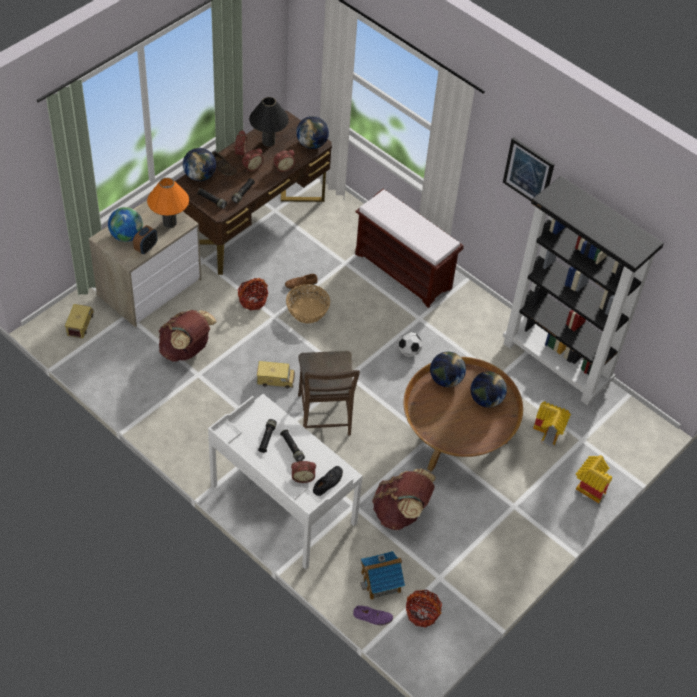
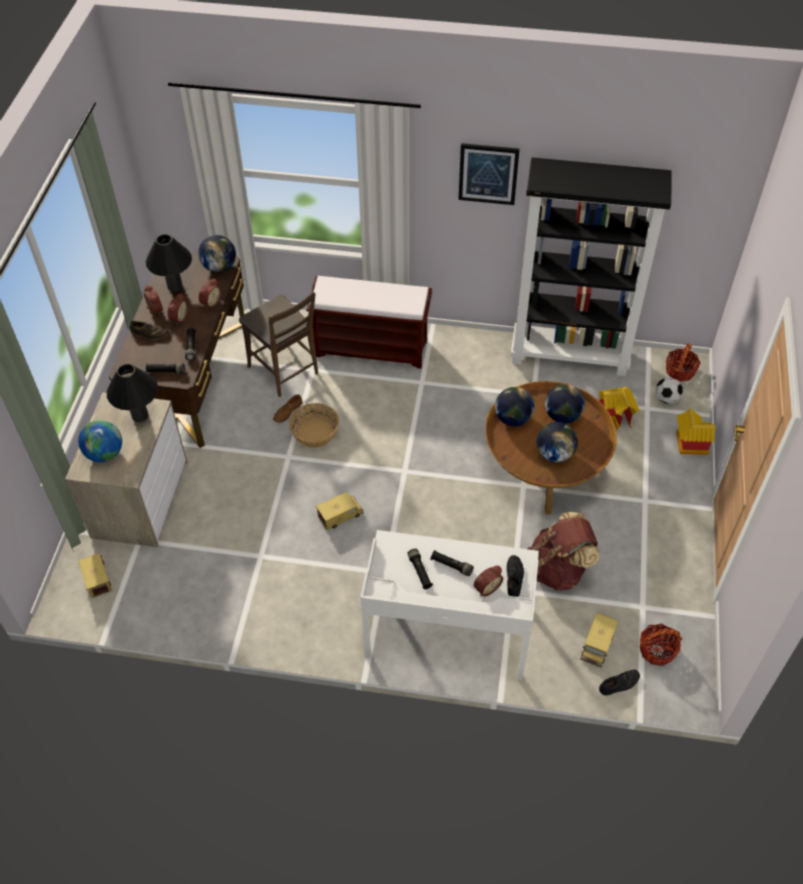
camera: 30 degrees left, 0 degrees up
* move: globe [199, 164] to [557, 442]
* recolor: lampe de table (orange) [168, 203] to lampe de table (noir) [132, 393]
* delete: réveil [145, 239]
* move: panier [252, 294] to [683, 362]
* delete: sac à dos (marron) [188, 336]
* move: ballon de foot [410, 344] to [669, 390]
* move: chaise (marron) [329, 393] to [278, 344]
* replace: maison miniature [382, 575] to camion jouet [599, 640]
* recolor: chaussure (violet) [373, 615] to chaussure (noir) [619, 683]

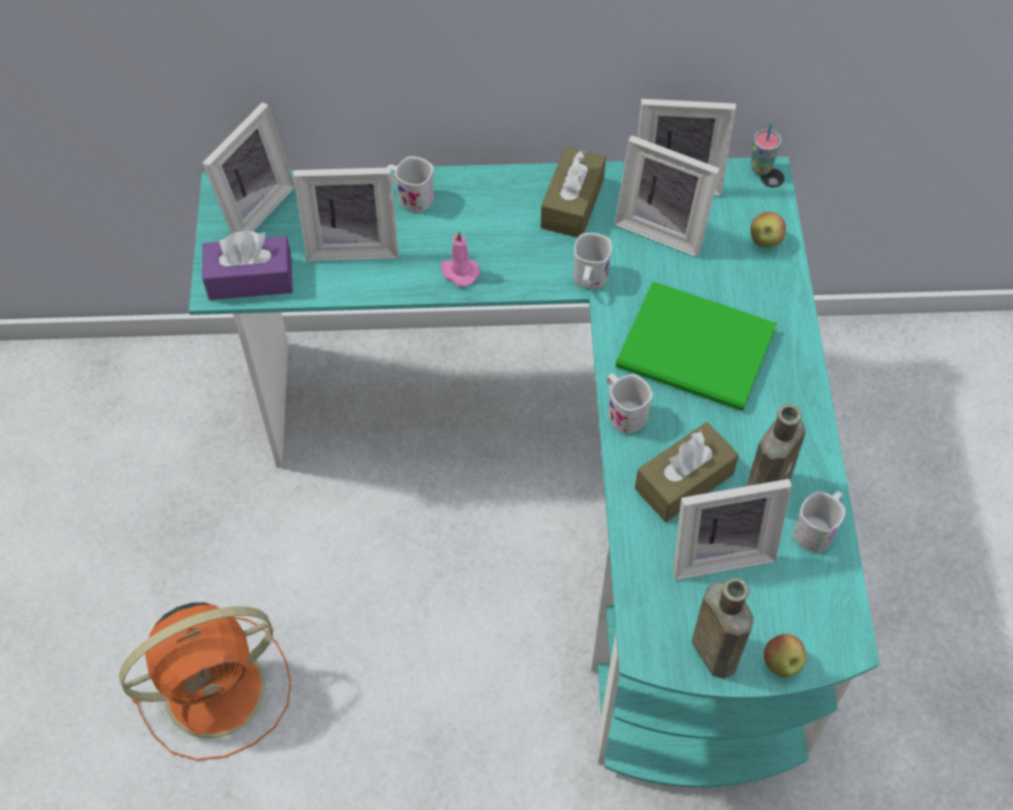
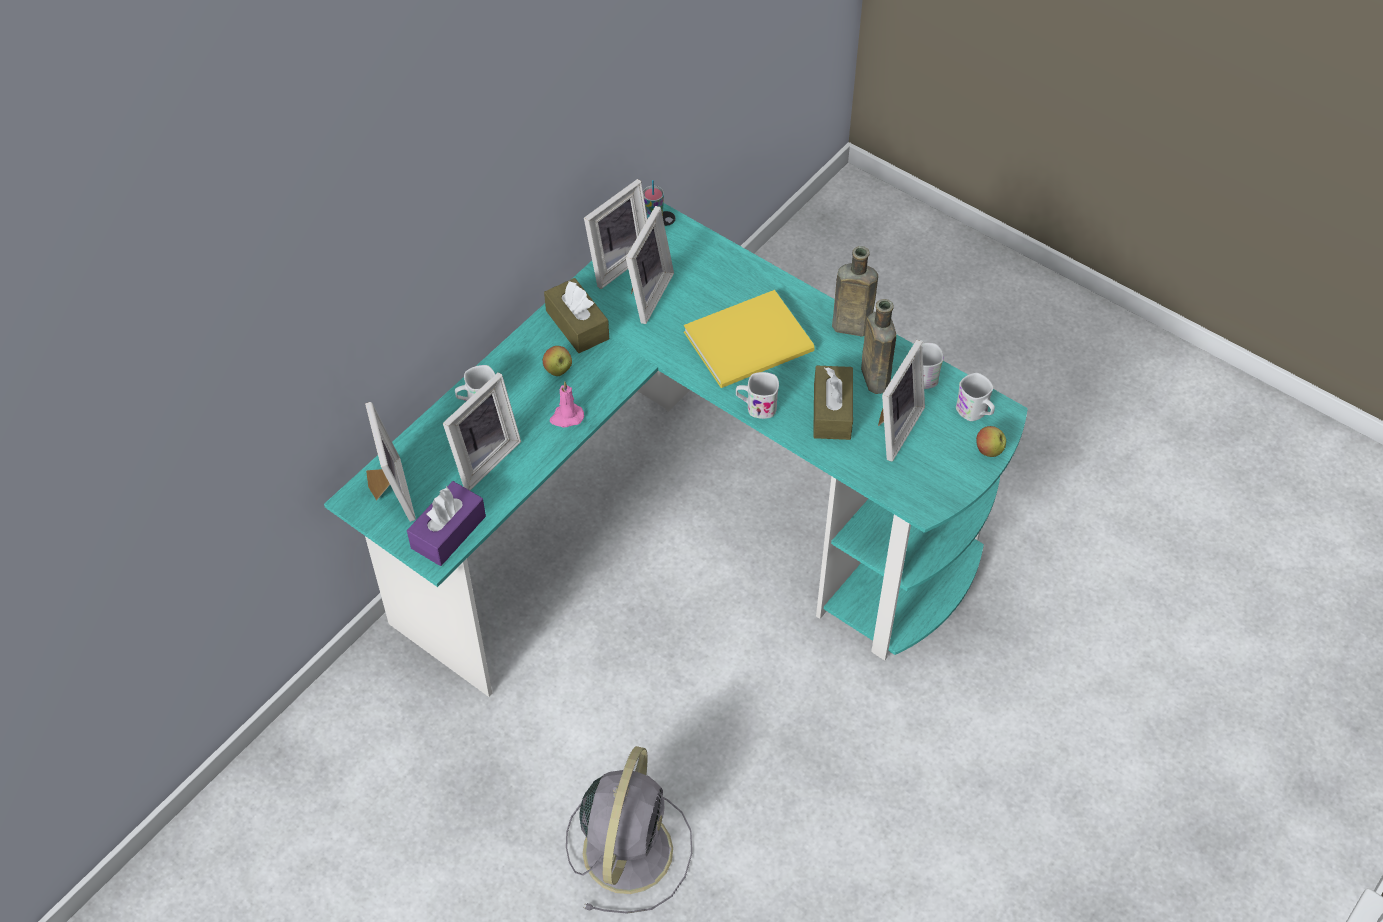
camera: 50 degrees left, 5 degrees down
* rotate: cadre photo [667, 196] = [650, 265] 45 degrees counterclockwise
* move: pomme [768, 229] to [557, 361]
* move: mug (blanc) [592, 261] to [975, 397]
* recolor: livre (vert) [696, 346] to livre (jaune) [749, 339]
* move: bouteille (marron) [723, 628] to [855, 291]
* recolor: ventilateur (orange) [205, 681] to ventilateur (gris) [629, 830]

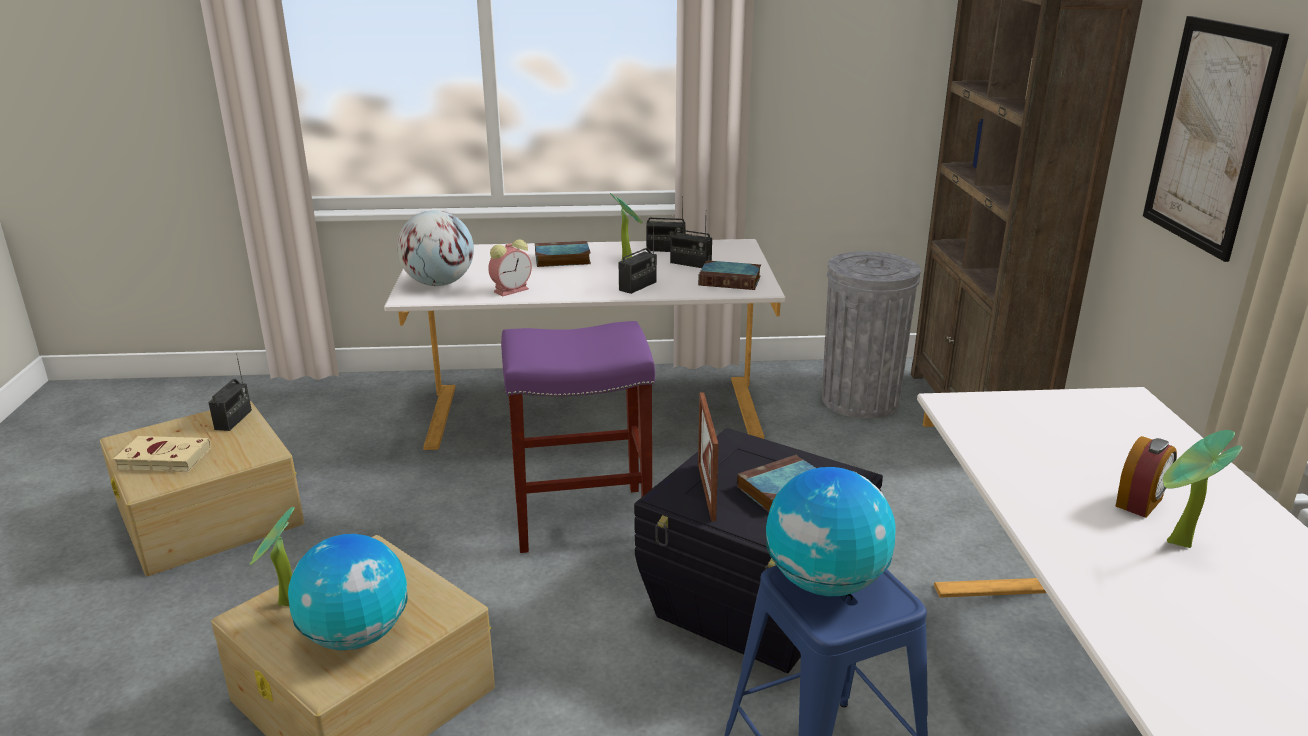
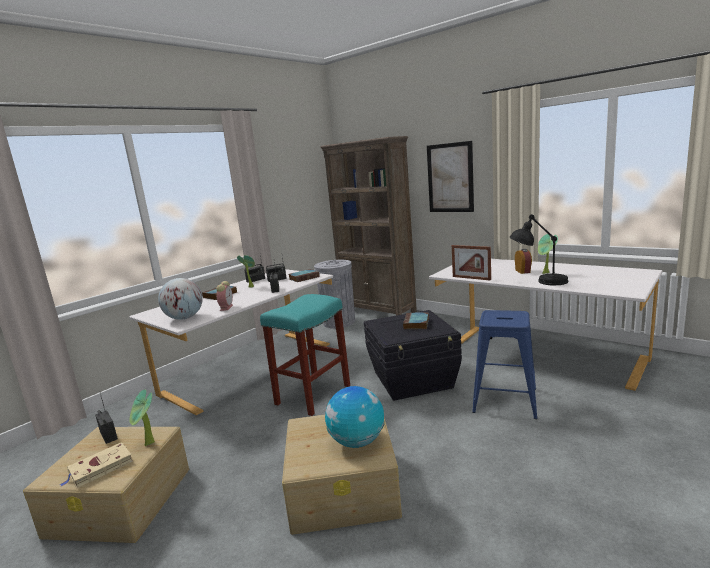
camera: 45 degrees left, 10 degrees down
* recolor: tabouret (violet) [578, 437] to tabouret (turquoise) [305, 355]
* move: cadre photo [708, 456] to [471, 263]
* delete: globe [831, 532]
* move: plante en pot [272, 556] to [142, 418]
* insert: lampe de table (noir) [539, 249]

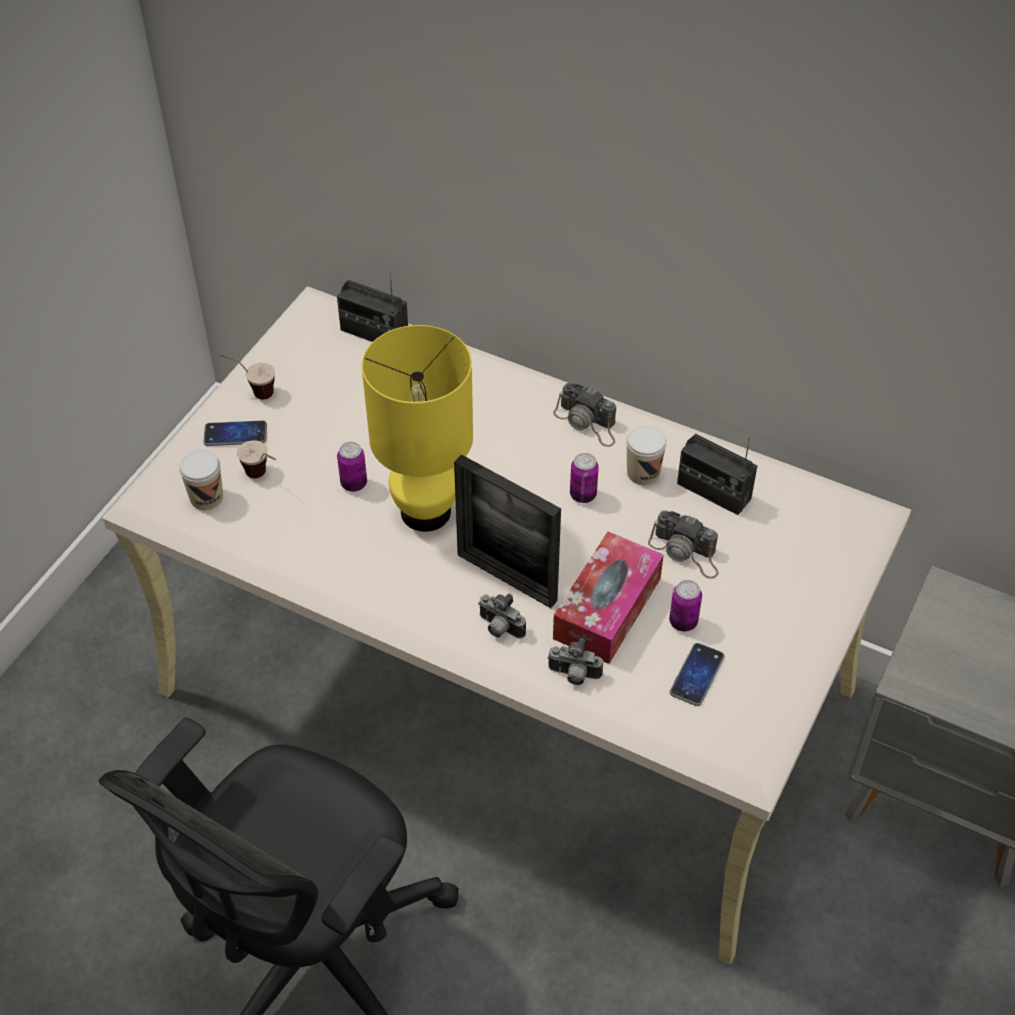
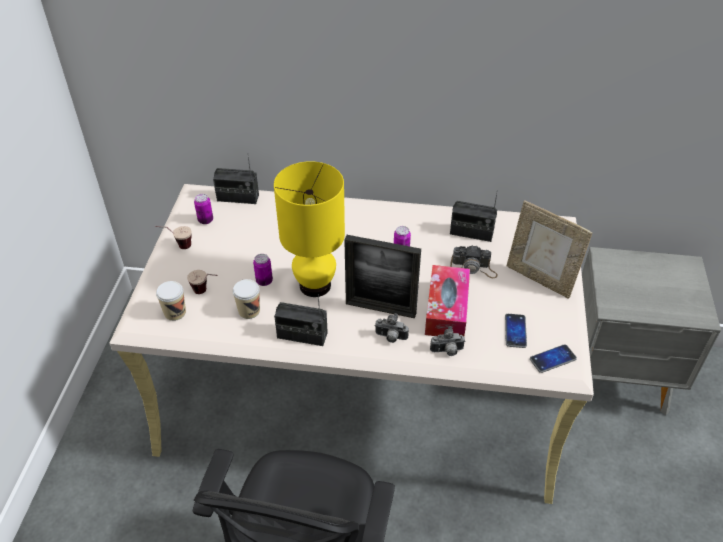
camera: 20 degrees left, 5 degrees down
* delete: appareil photo [584, 415]
* move: téléphone [235, 433] to [553, 358]
* move: tasse [646, 455] to [246, 299]
* move: boîte métallique [685, 606] to [203, 209]
* insert: cadre photo [549, 250]
* insert: radio [301, 320]

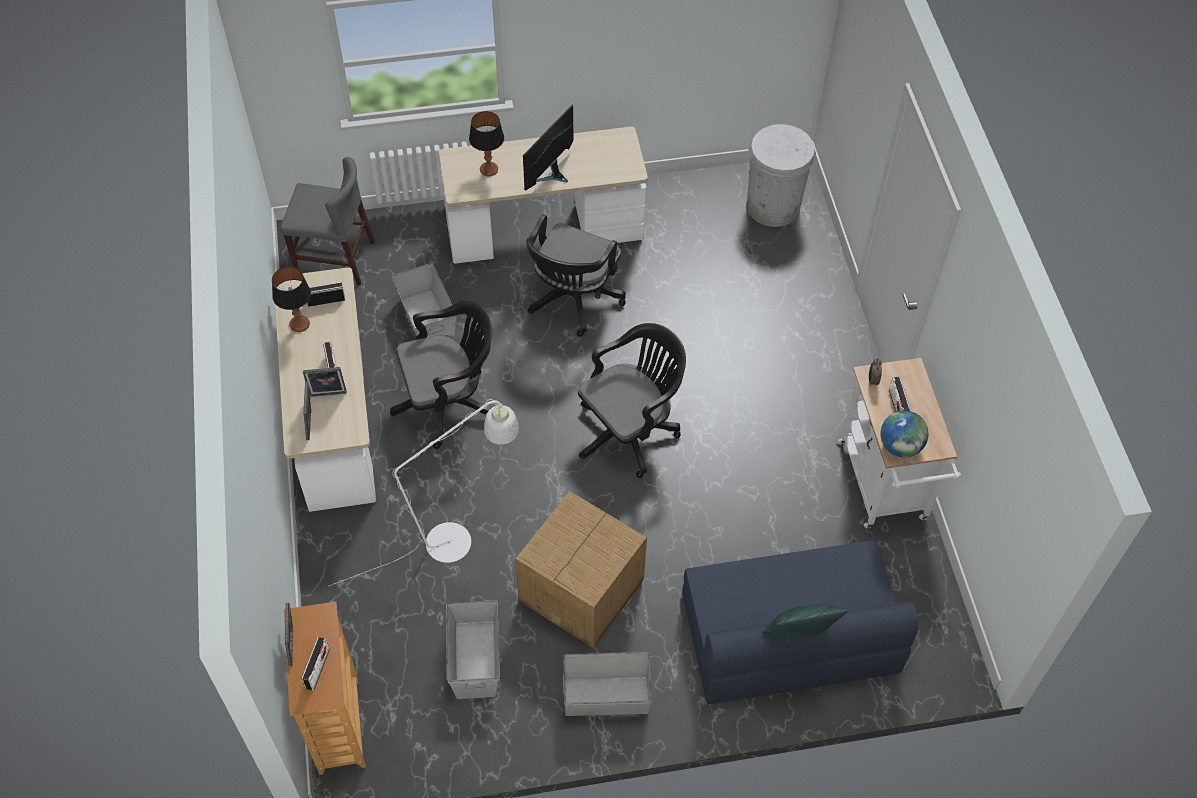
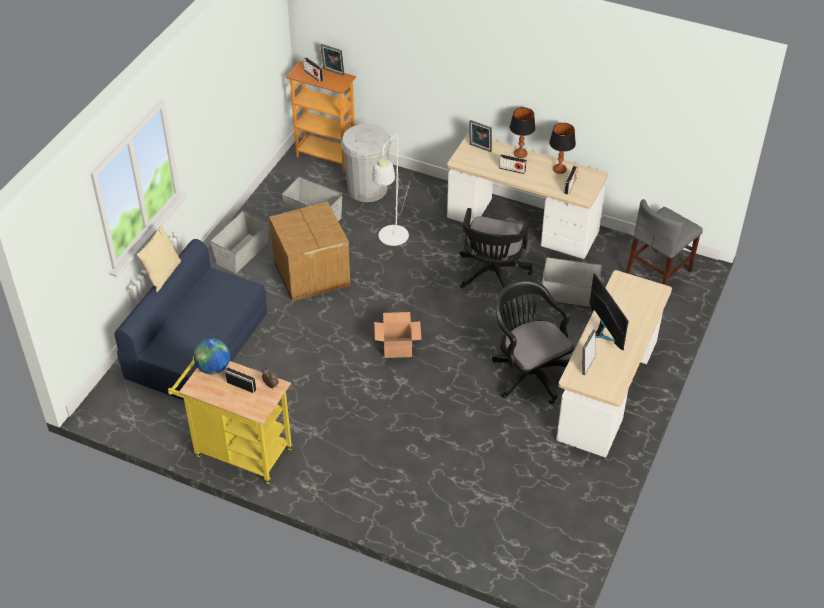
camera: 125 degrees right, 10 degrees down
* move: lampe de table [486, 143] to [523, 132]
* move: poubelle (blanc) [781, 175] to [366, 163]
* replace: chaise de bureau (noir) [632, 400] to carton [397, 335]
* recolor: chariot (blanc) [899, 443] to chariot (jaune) [230, 420]
* move: cadre photo [325, 382] to [589, 352]
* recolor: coussin (vert) [804, 621] to coussin (beige) [159, 258]

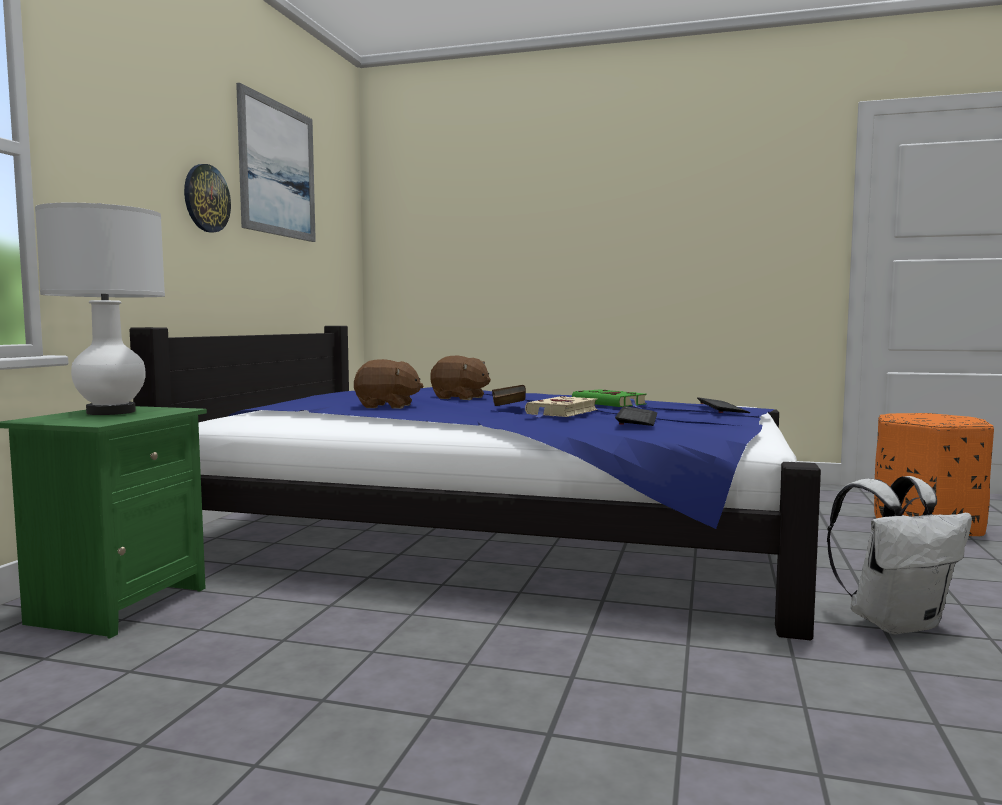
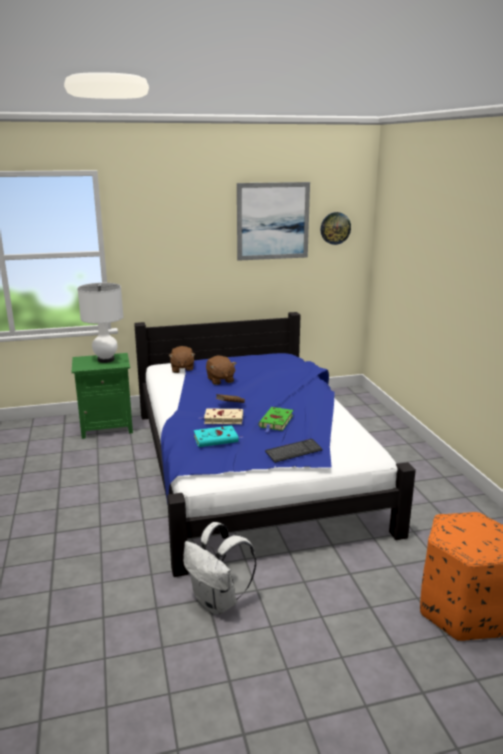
camera: 60 degrees right, 15 degrees up
* move: horloge murale [207, 198] to [336, 228]
* move: peluche (marron) [460, 378] to [182, 359]
* replace: clavier [636, 416] to livre (turquoise) [219, 436]

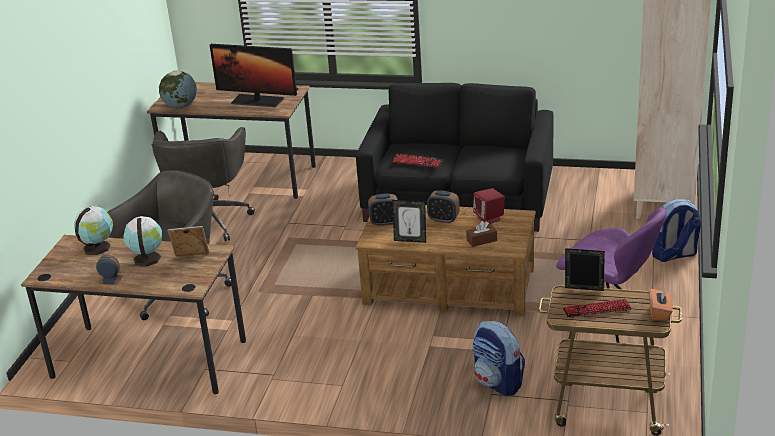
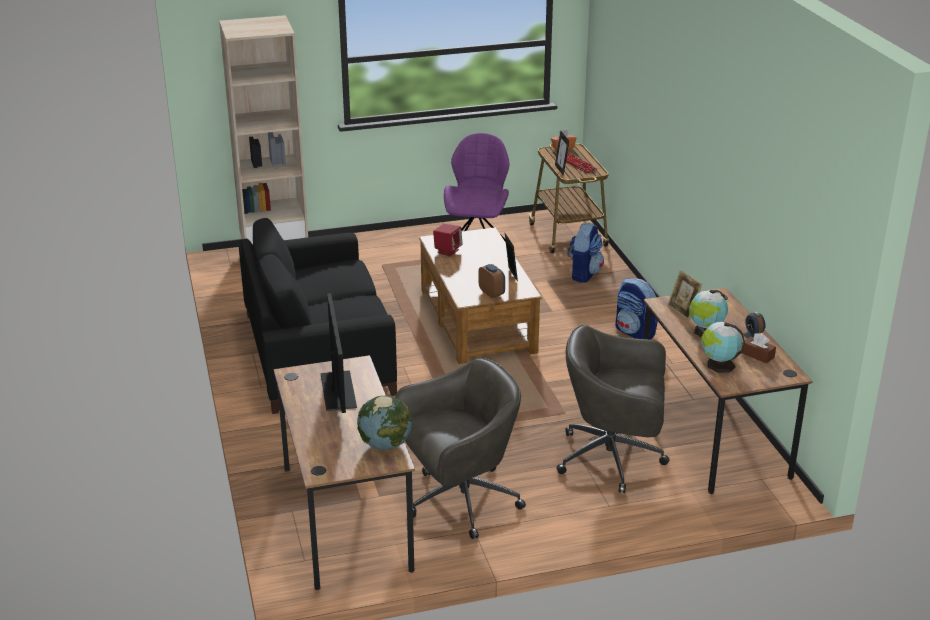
camera: 120 degrees left, 0 degrees up
* delete: clavier [417, 161]
* delete: réveil [443, 207]
* move: sac à dos [676, 230] to [636, 309]
* move: boîte à mouchoirs (marron) [481, 234] to [759, 348]

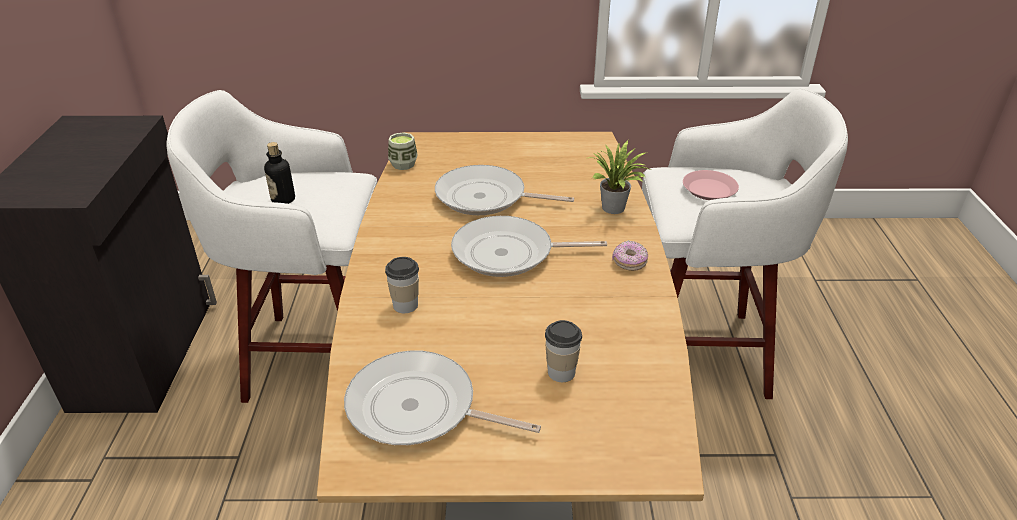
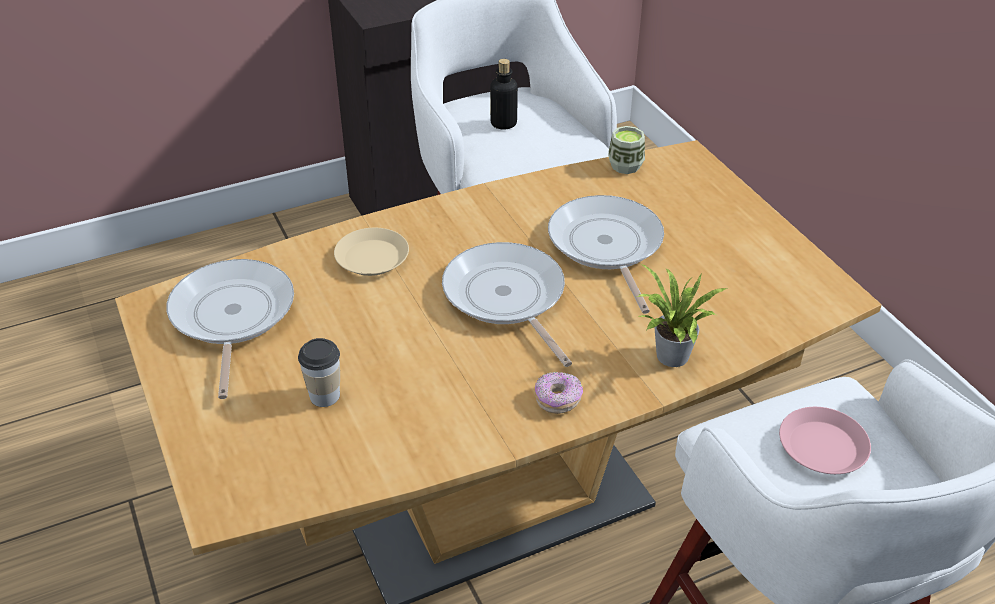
camera: 65 degrees right, 5 degrees up
* replace: tasse [402, 285] to assiette (beige) [371, 252]

